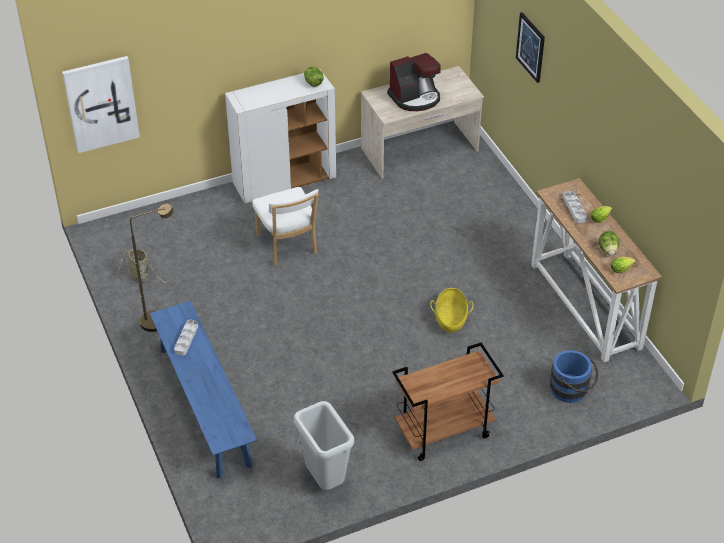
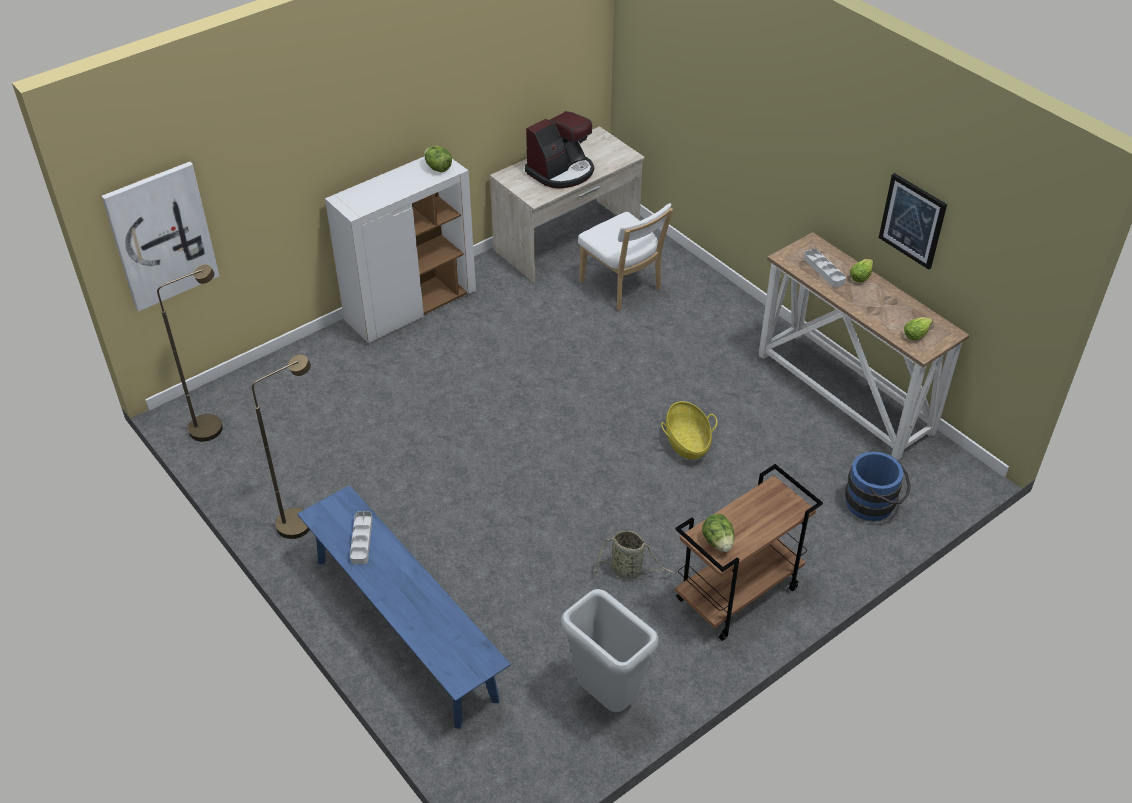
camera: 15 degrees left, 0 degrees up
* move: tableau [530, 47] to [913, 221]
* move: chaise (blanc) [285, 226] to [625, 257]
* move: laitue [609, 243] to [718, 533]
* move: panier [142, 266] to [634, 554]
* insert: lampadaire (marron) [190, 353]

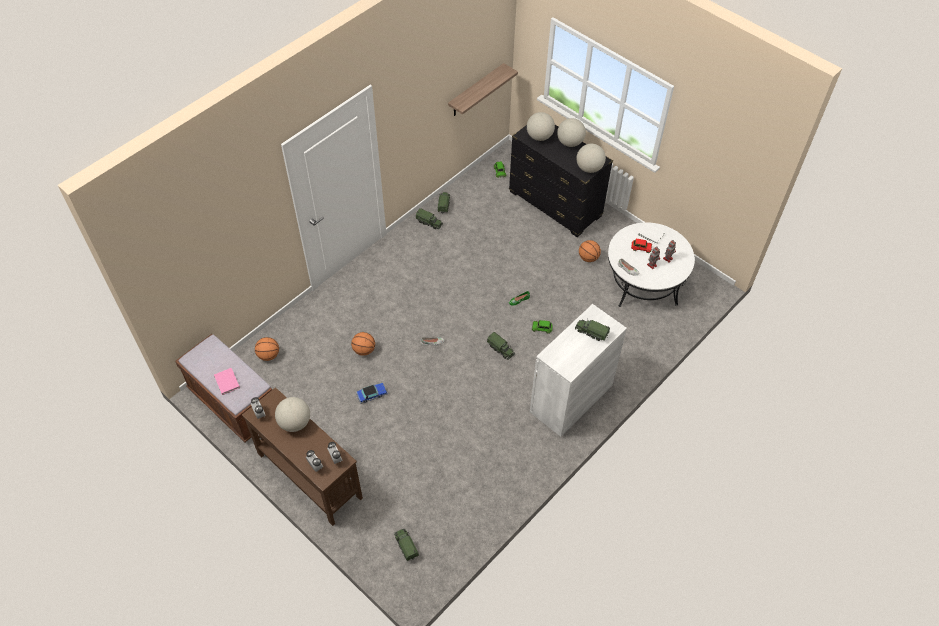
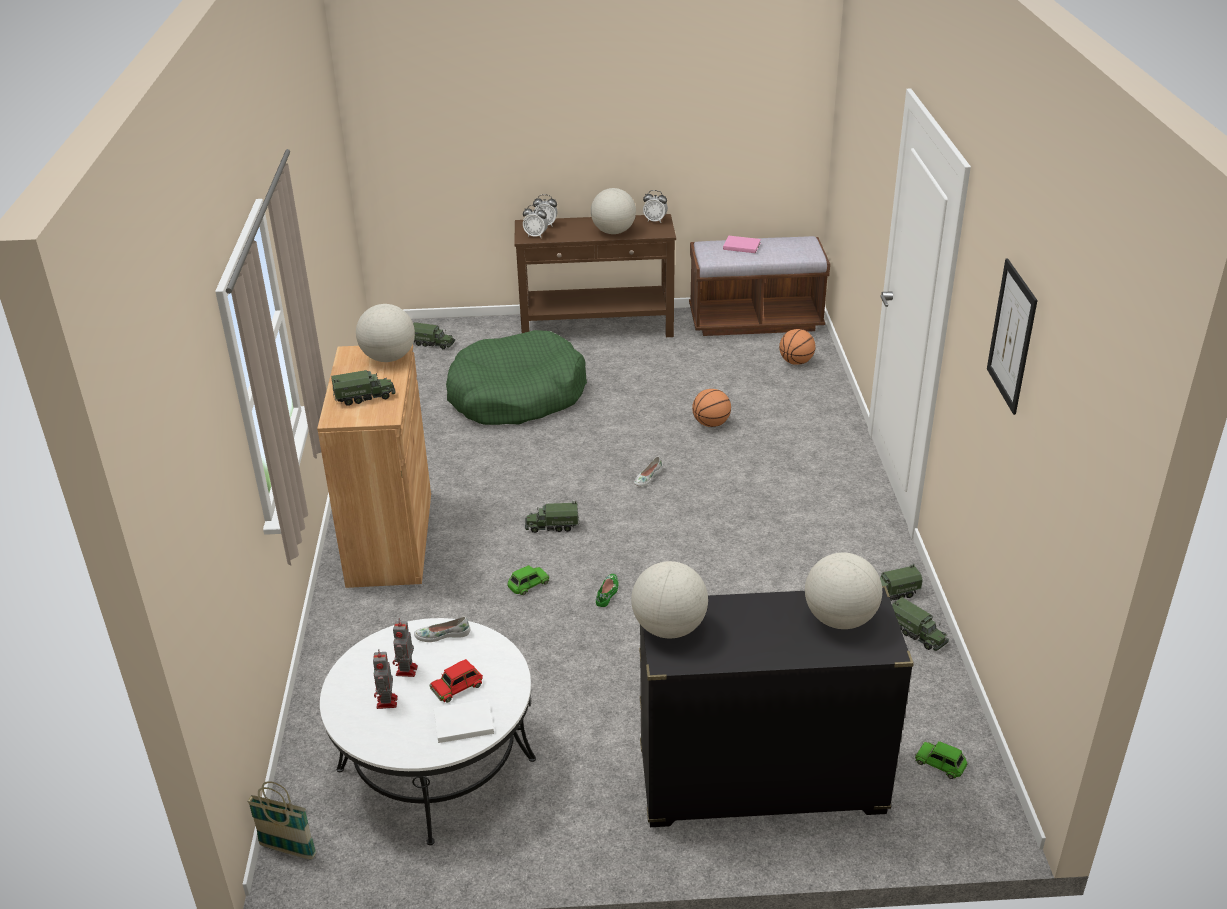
camera: 135 degrees right, 20 degrees down
* delete: étagère [483, 89]
* move: globe [571, 132] to [385, 333]
* delete: ballon de basket [590, 251]
* recolor: meuble de rangement (blanc) [578, 370] to meuble de rangement (marron) [374, 466]
* delete: petite voiture [371, 393]
* insert: tableau [1012, 337]
* insert: panier pour chien (vert) [516, 377]
* insert: panier [282, 820]

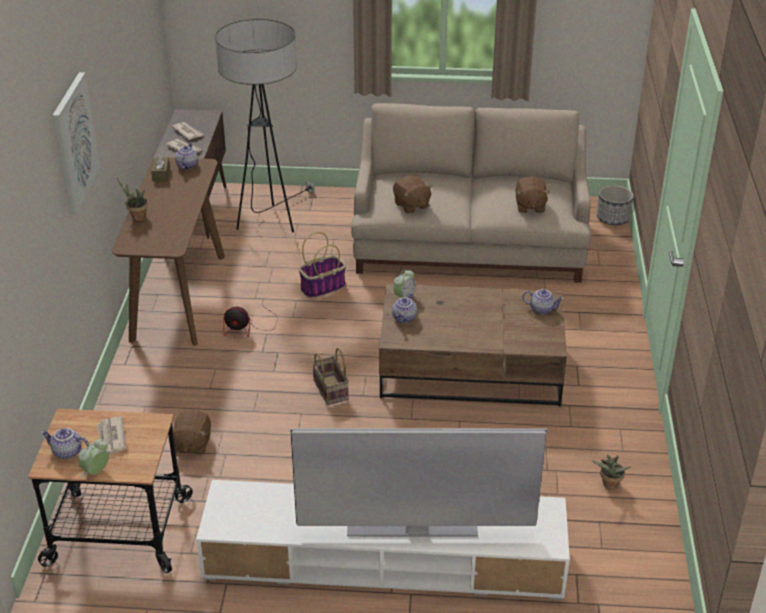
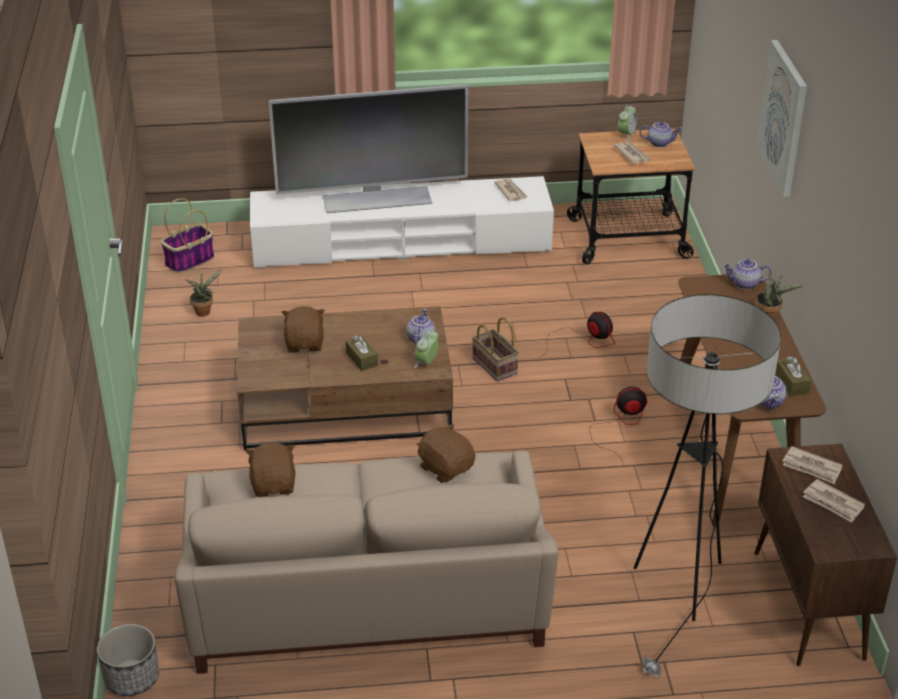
camera: 170 degrees right, 0 degrees up
* move: panier [322, 265] to [187, 235]
* move: théière [543, 301] to [747, 274]
* move: peluche (marron) [192, 432] to [303, 329]
* insert: journal [511, 190]
* insert: ventilateur [580, 332]
* insert: boîte à mouchoirs (marron) [362, 353]

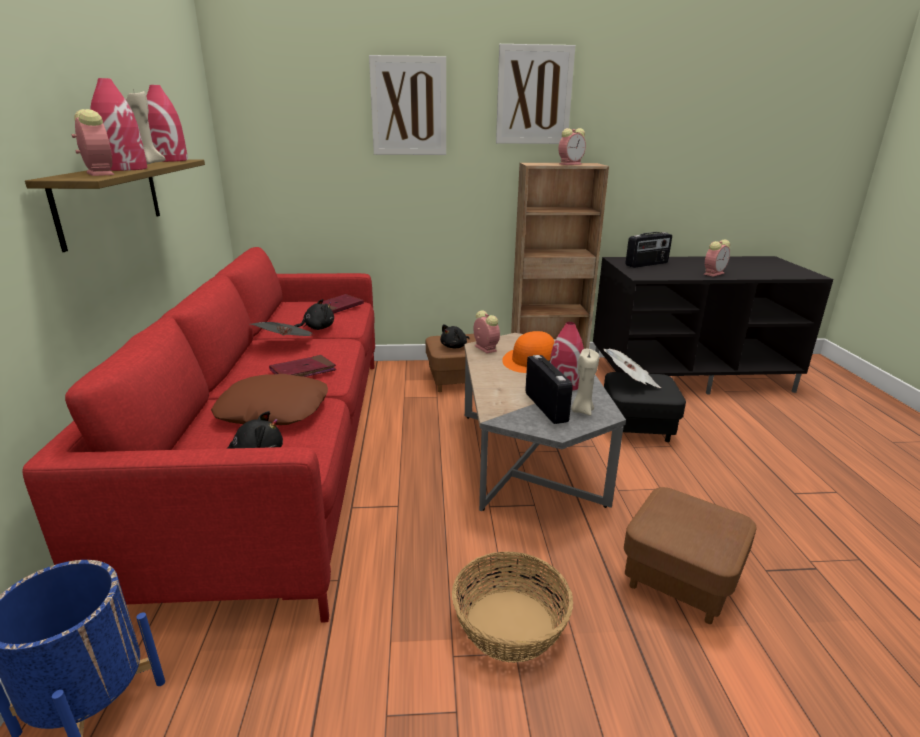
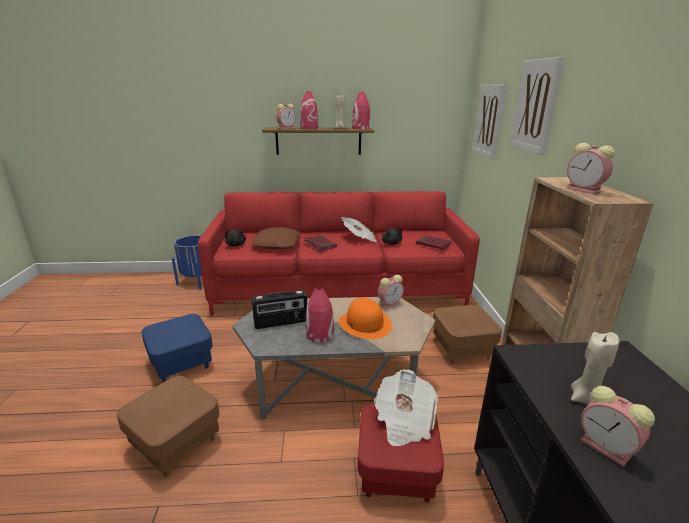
camera: 90 degrees right, 0 degrees up
* move: tableau [535, 94] to [490, 122]
* delete: radio [648, 250]
* delete: peluche (noir) [455, 336]
* move: bougie (beige) [585, 382] to [595, 368]
* recolor: pouf (noir) [645, 407] to pouf (rouge) [401, 453]
* replace: panier [512, 607] to pouf (bleu) [177, 348]

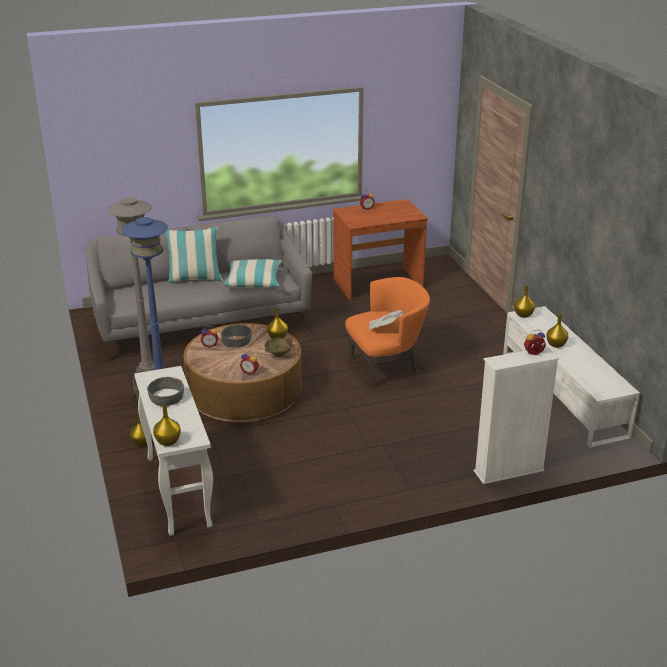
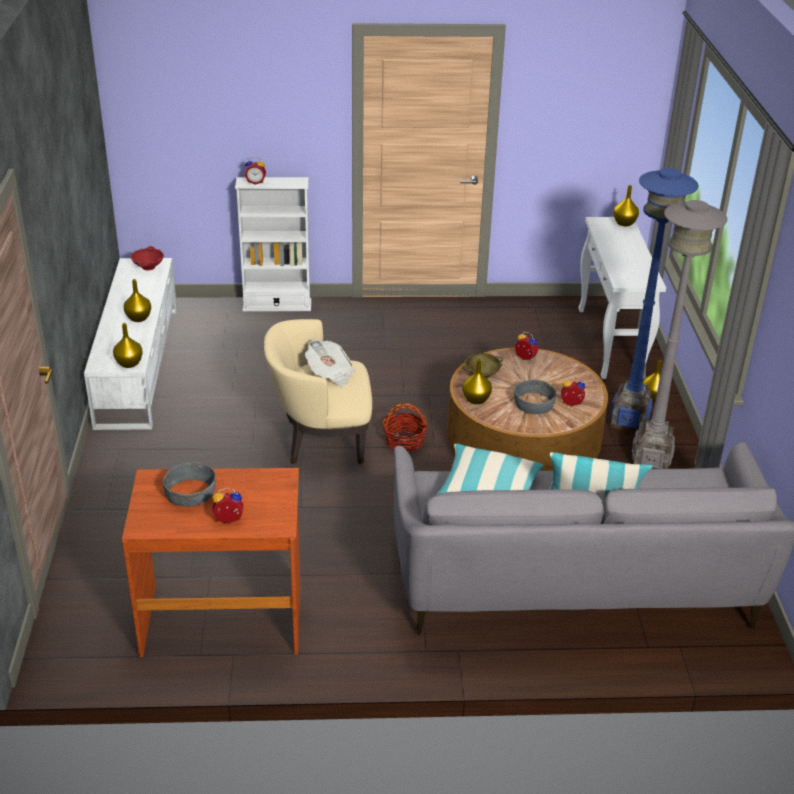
camera: 165 degrees left, 5 degrees up
* recolor: fauteuil (orange) [387, 332] to fauteuil (beige) [318, 391]
* move: bol (gris) [165, 391] to [189, 484]
* insert: bol (rouge) [147, 258]
* insert: panier [405, 428]

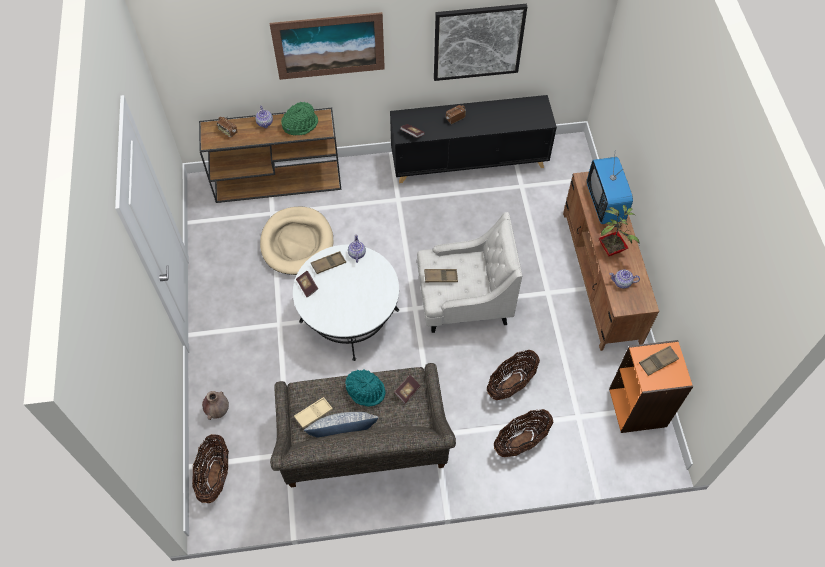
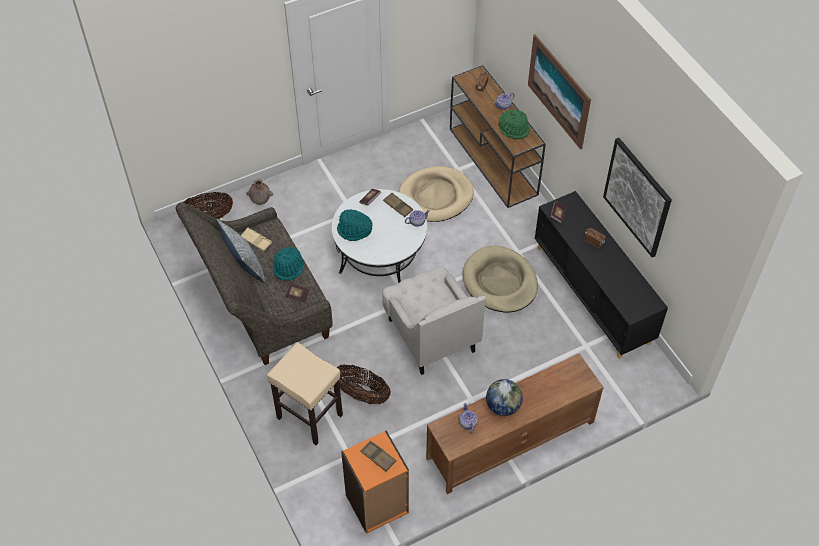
camera: 70 degrees right, 5 degrees down
* delete: téléviseur [610, 190]
* replace: plante en pot [619, 230] to globe [504, 397]
* delete: plateau (marron) [441, 275]
* replace: panier [523, 433] to tabouret (beige) [305, 394]
* insert: chapeau (turquoise) [354, 225]
* insert: panier pour chien (beige) [500, 278]

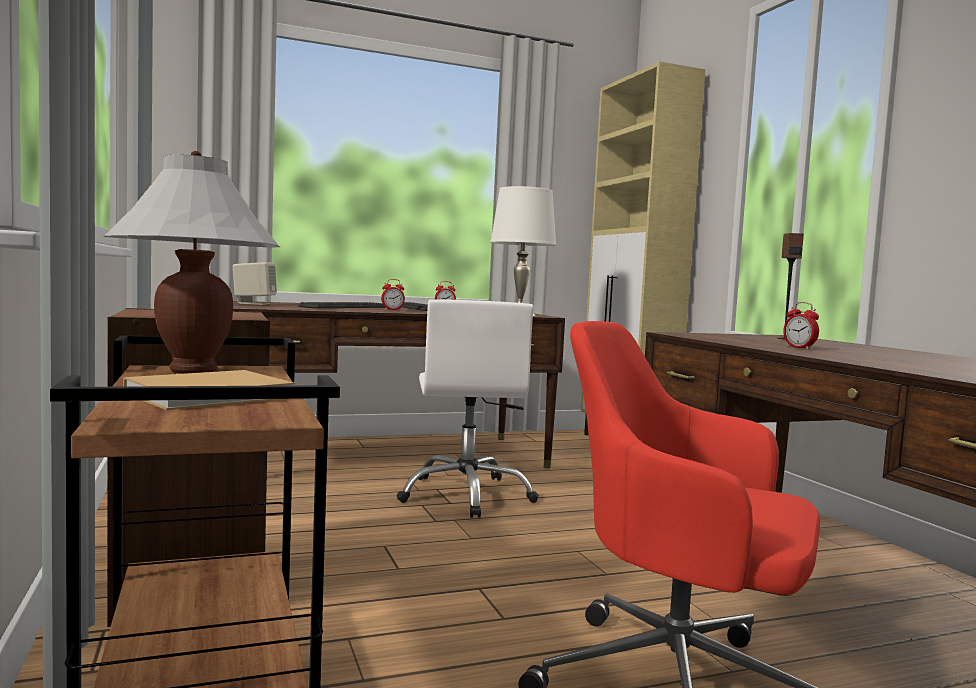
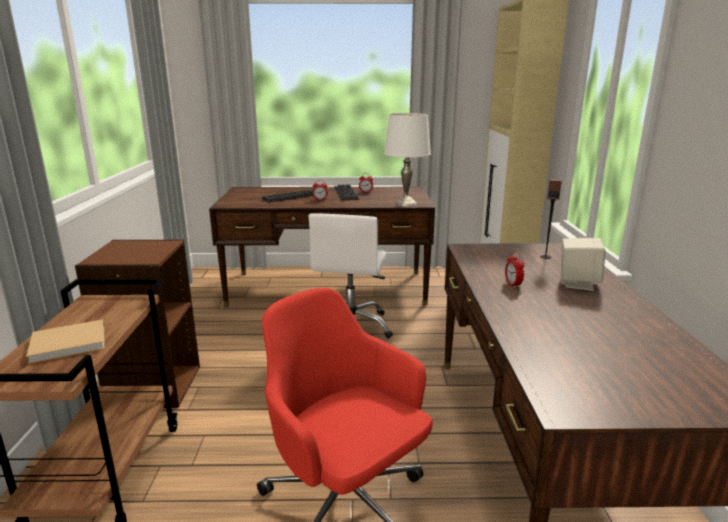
camera: 20 degrees right, 15 degrees up
* delete: lampe de table (blanc) [192, 262]
* move: enceinte (beige) [255, 283] to [583, 264]

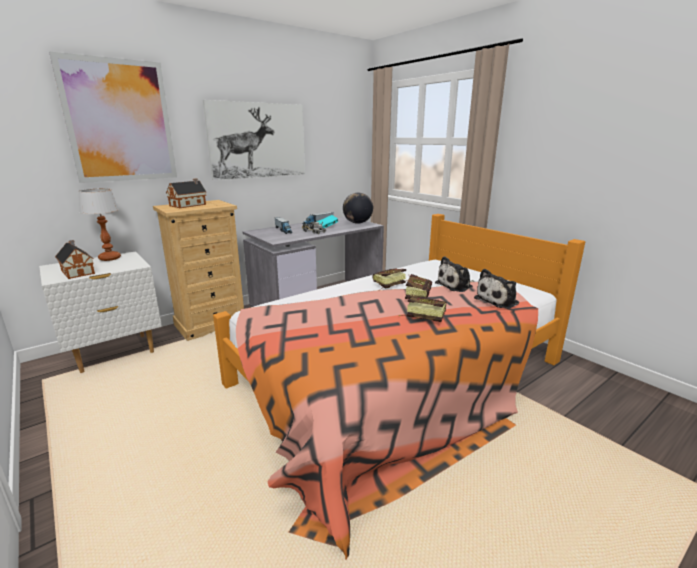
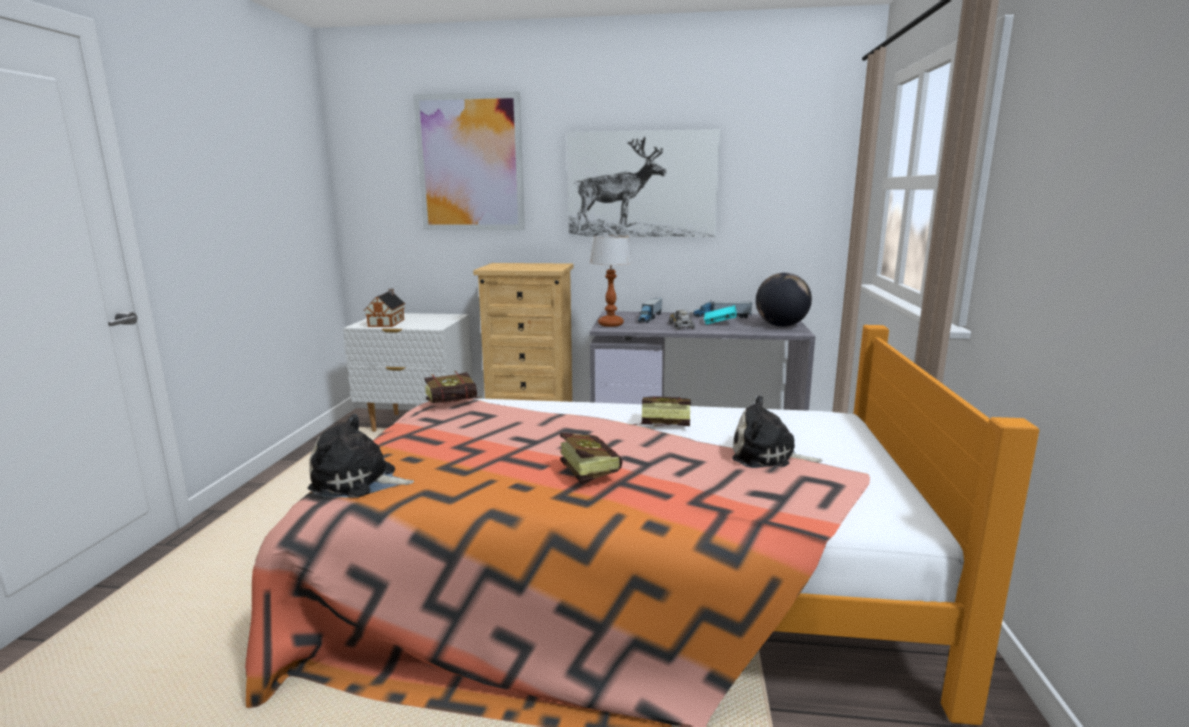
camera: 45 degrees right, 5 degrees down
* delete: maison miniature [186, 193]
* move: lampe de table [100, 224] to [611, 281]
* move: peluche [496, 289] to [361, 456]
* move: livre [418, 286] to [453, 387]

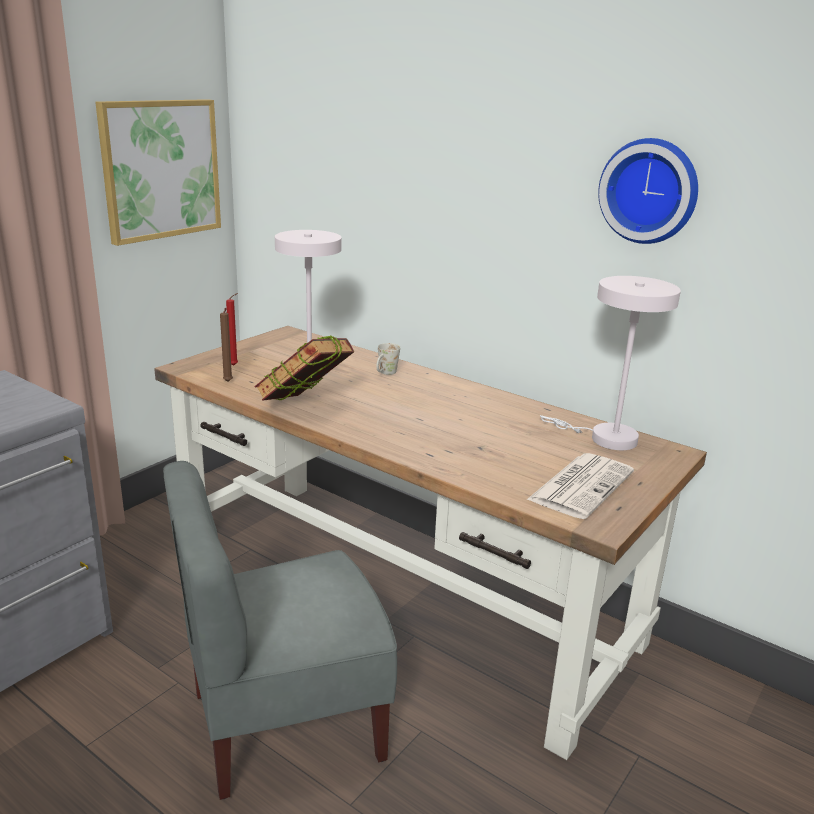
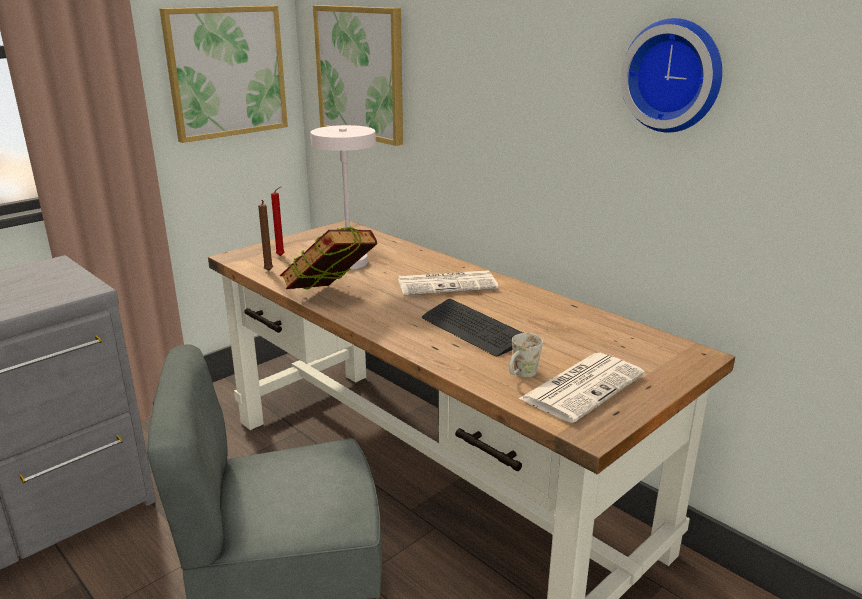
camera: 10 degrees right, 0 degrees up
* delete: lampe de table (blanc) [610, 363]
* move: mug (blanc) [388, 359] to [526, 355]
* insert: tableau [358, 75]
* insert: journal [448, 283]
* insert: clavier [472, 327]

